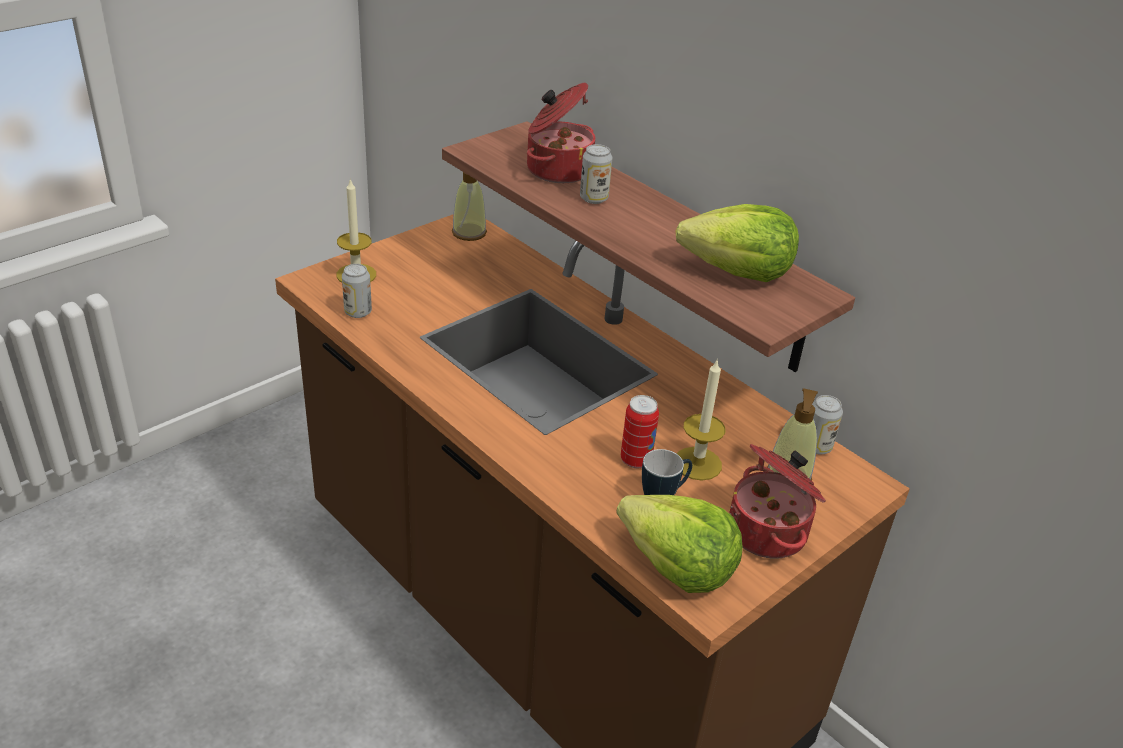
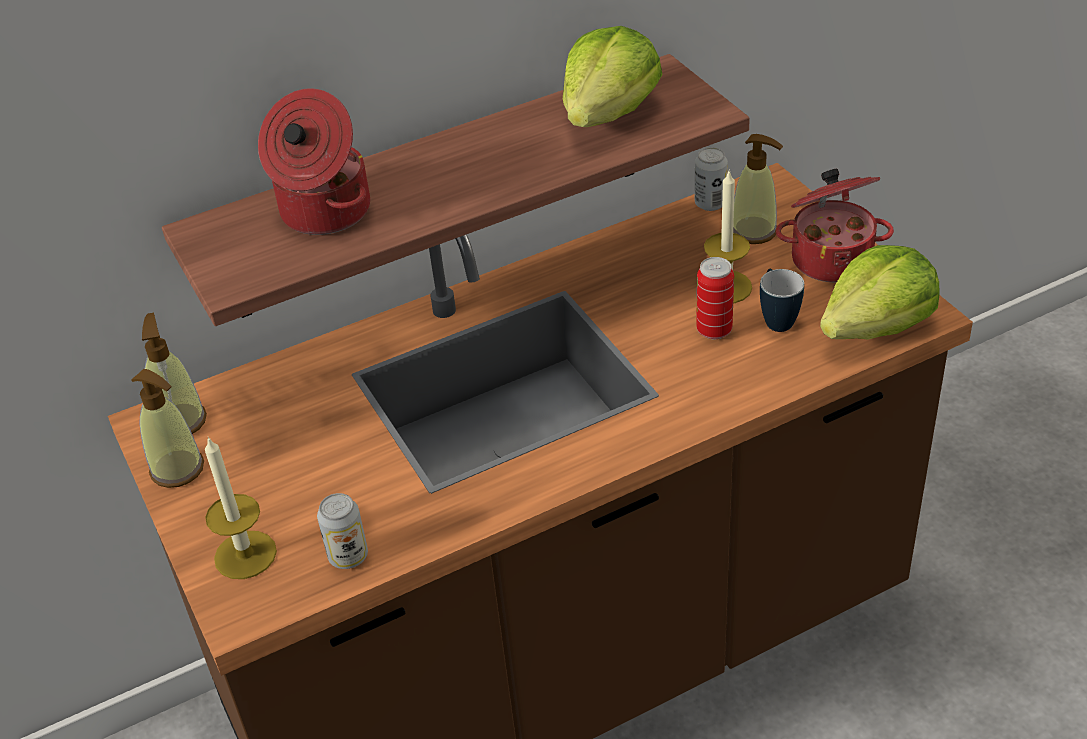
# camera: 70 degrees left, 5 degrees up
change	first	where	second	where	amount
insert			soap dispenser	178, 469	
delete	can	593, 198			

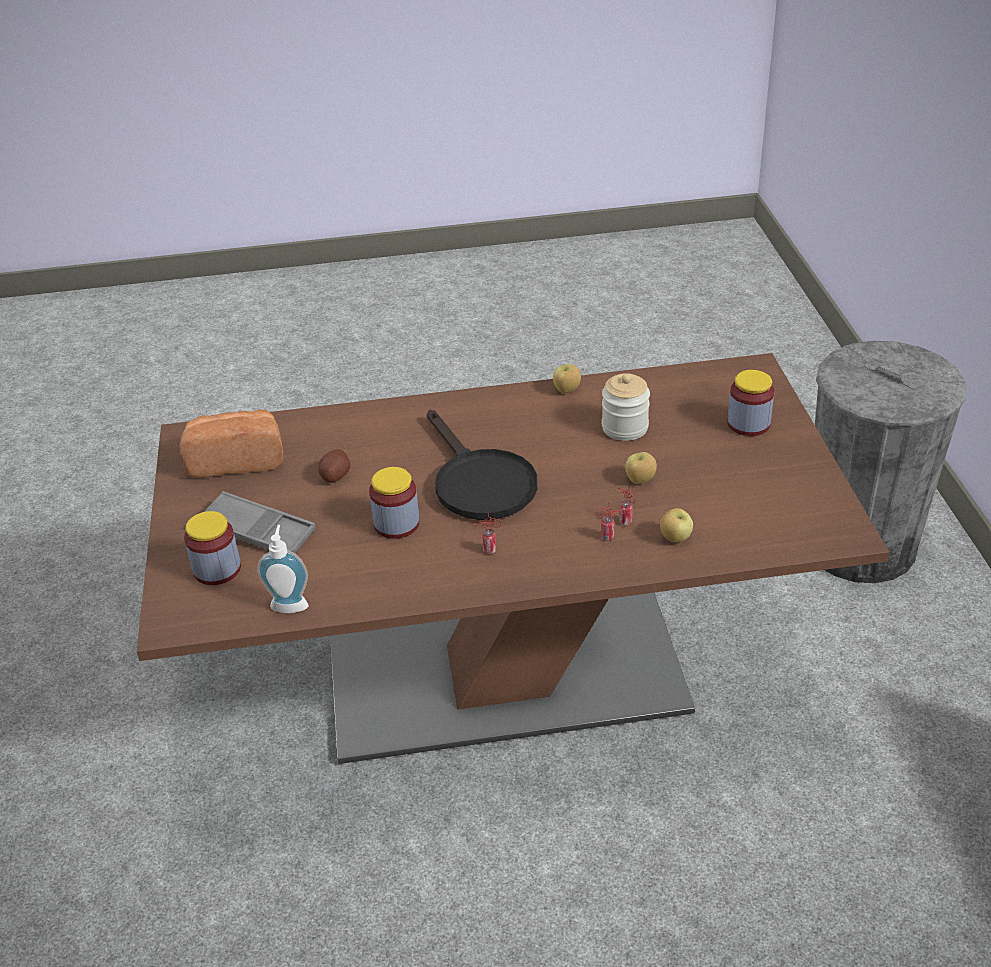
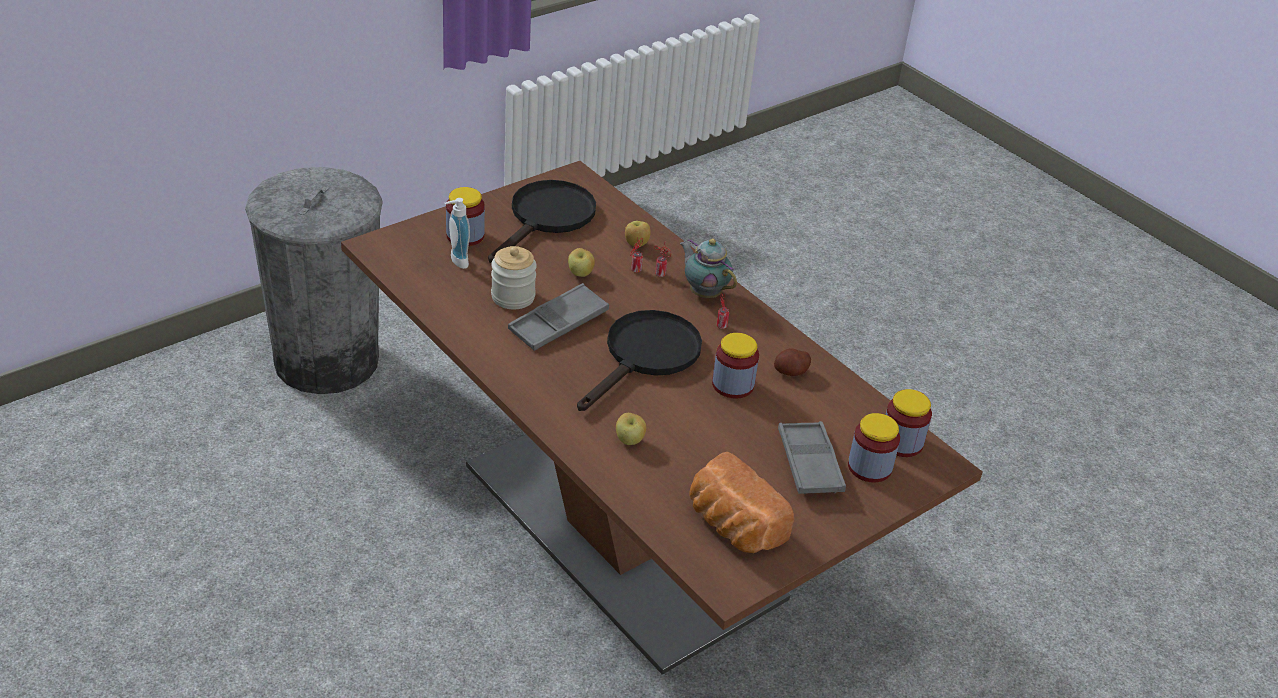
# camera: 125 degrees left, 0 degrees up
change	first	where	second	where	amount
move	soap dispenser	290, 603		456, 261	
insert			frying pan in black	547, 219	
insert			tray in grey	558, 323	
move	apple	566, 390		629, 441	
insert			teapot	704, 293	
move	potato	335, 476		791, 372	
insert			jar	901, 442	

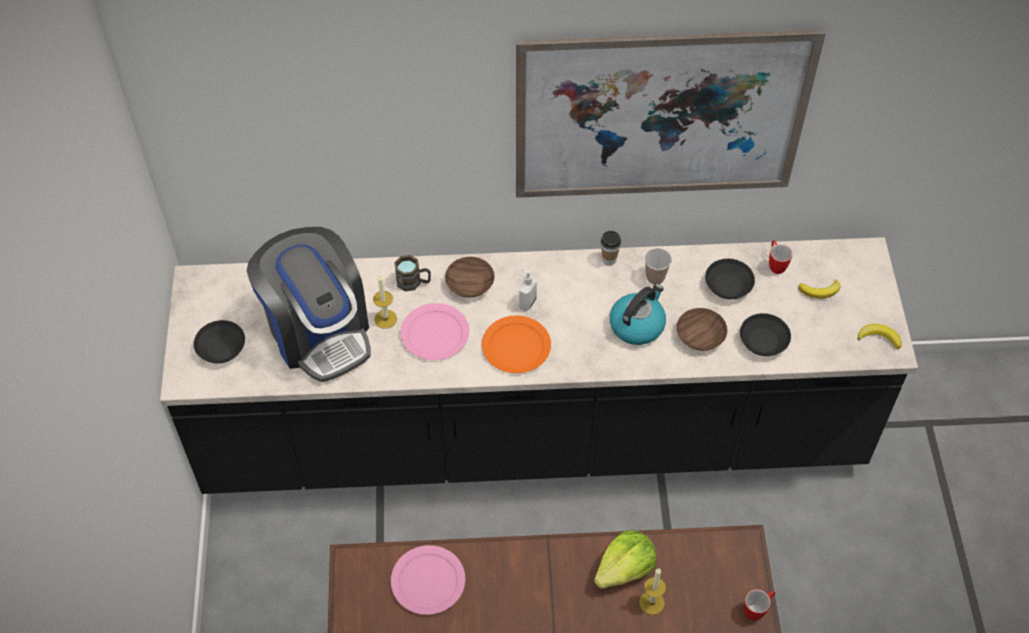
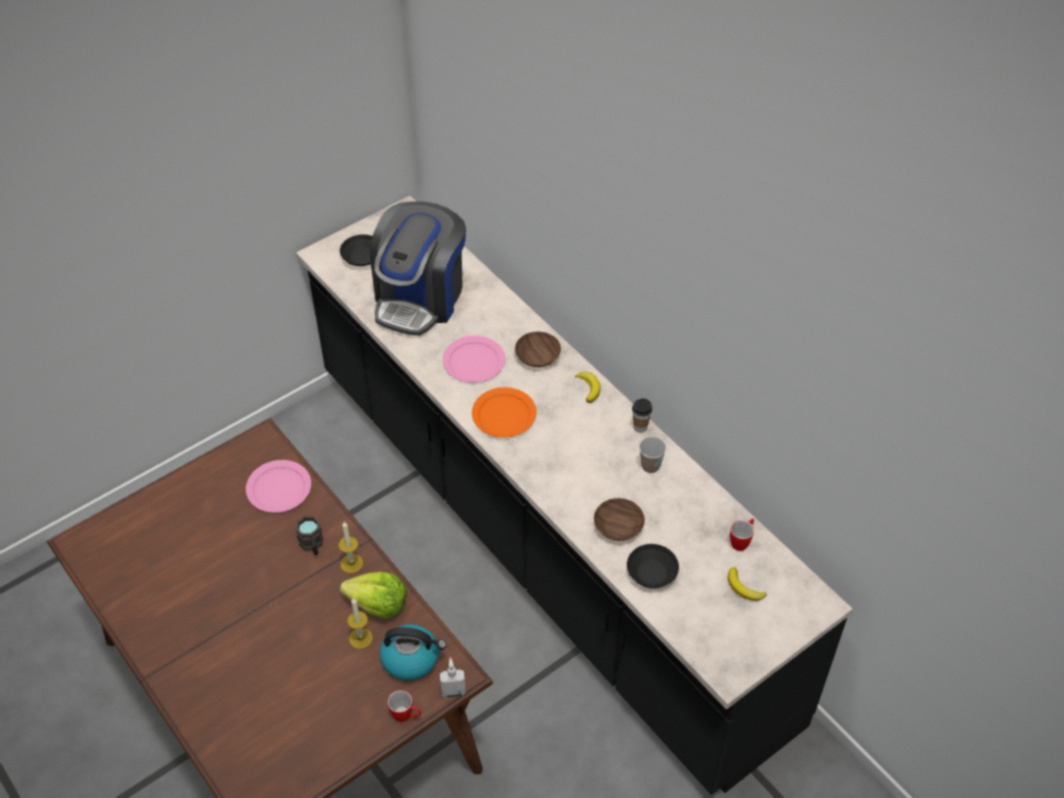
# camera: 55 degrees right, 5 degrees down
change	first	where	second	where	amount
move	mug in brown	413, 282		312, 545	
move	candle	385, 319		351, 563	
move	kettle	637, 325		411, 658	
move	soap dispenser	527, 302		453, 691	
move	banana	879, 337		589, 388	
delete	picture	660, 116			
delete	bowl in black	729, 286			

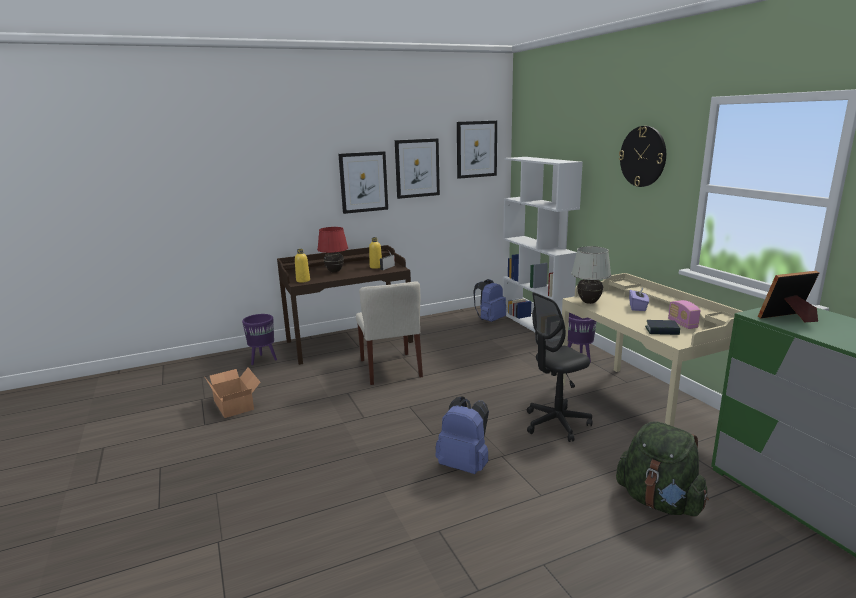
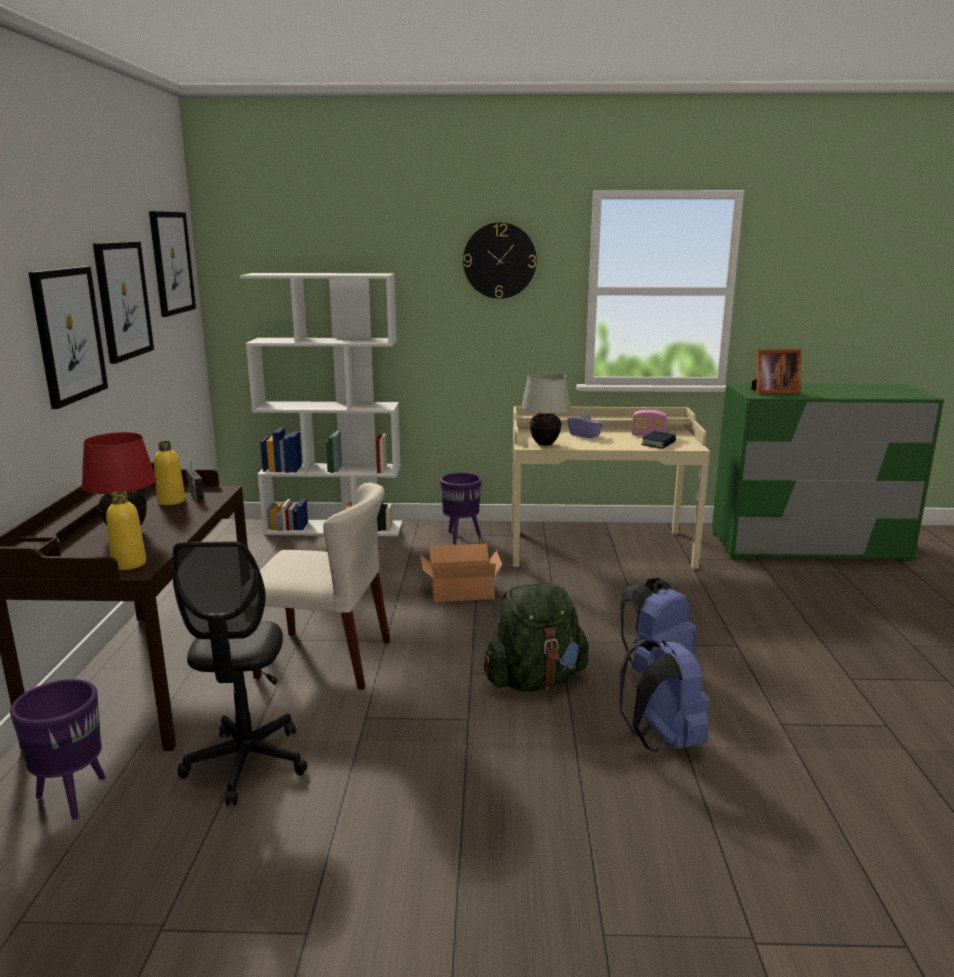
# camera: 65 degrees left, 0 degrees up
change	first	where	second	where	amount
move	office chair in black	556, 424		247, 763	
move	cardboard box	235, 404		460, 591	
move	backpack in green	659, 501		535, 681	
move	backpack in blue	490, 320		662, 740	
rotate	picture frame	789, 318		772, 392	105 degrees counterclockwise

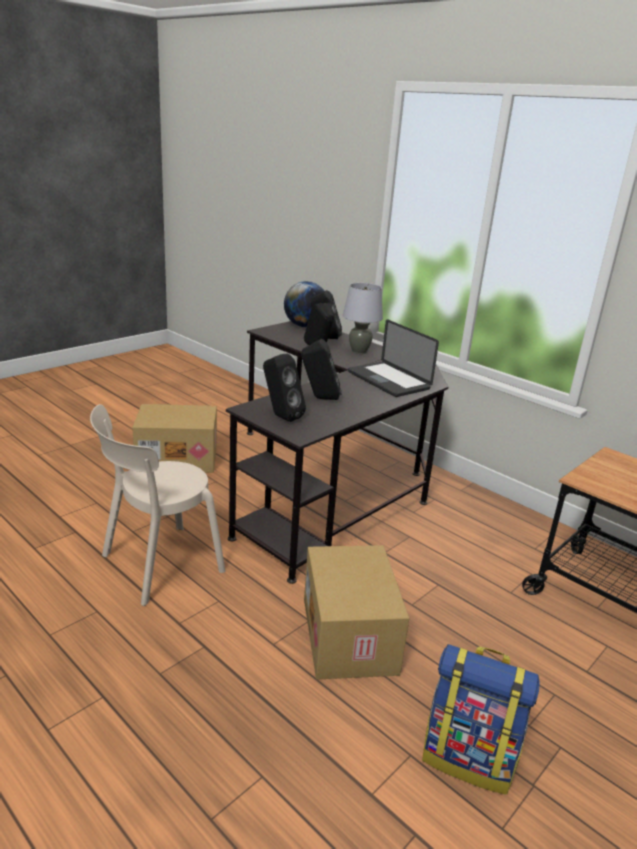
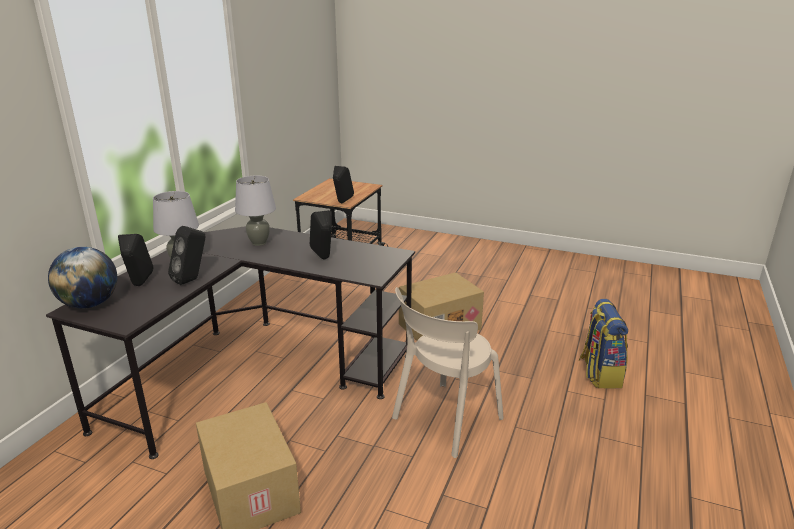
# camera: 110 degrees left, 0 degrees up
change	first	where	second	where	amount
replace	laptop	388, 380	table lamp in grey	259, 243	
move	speaker in black	280, 417		342, 203	
rotate	chair in beige	157, 565		444, 420	105 degrees clockwise
move	backpack	469, 757		599, 373	

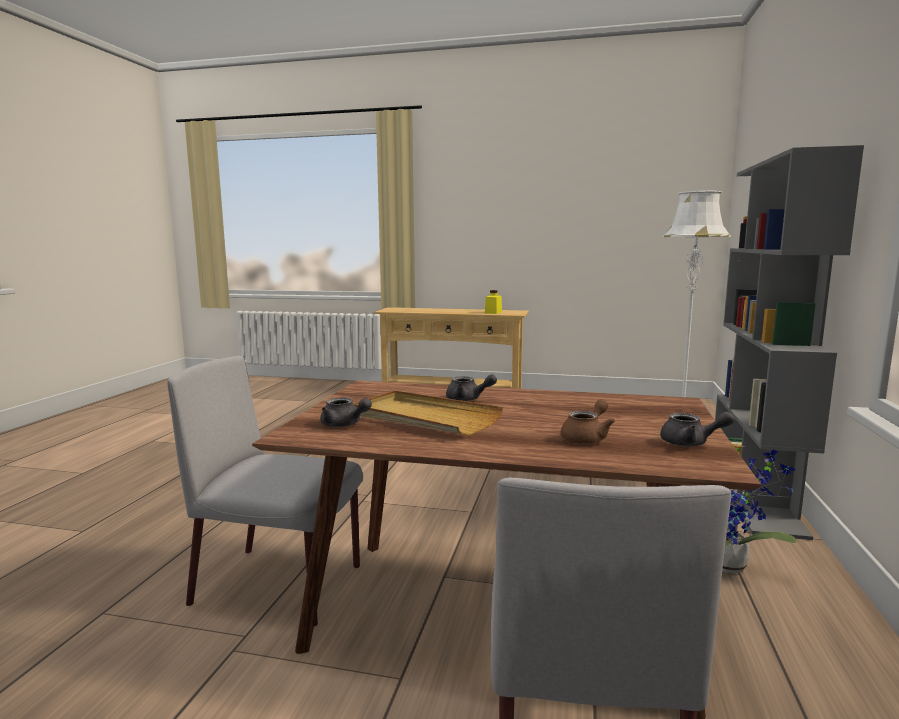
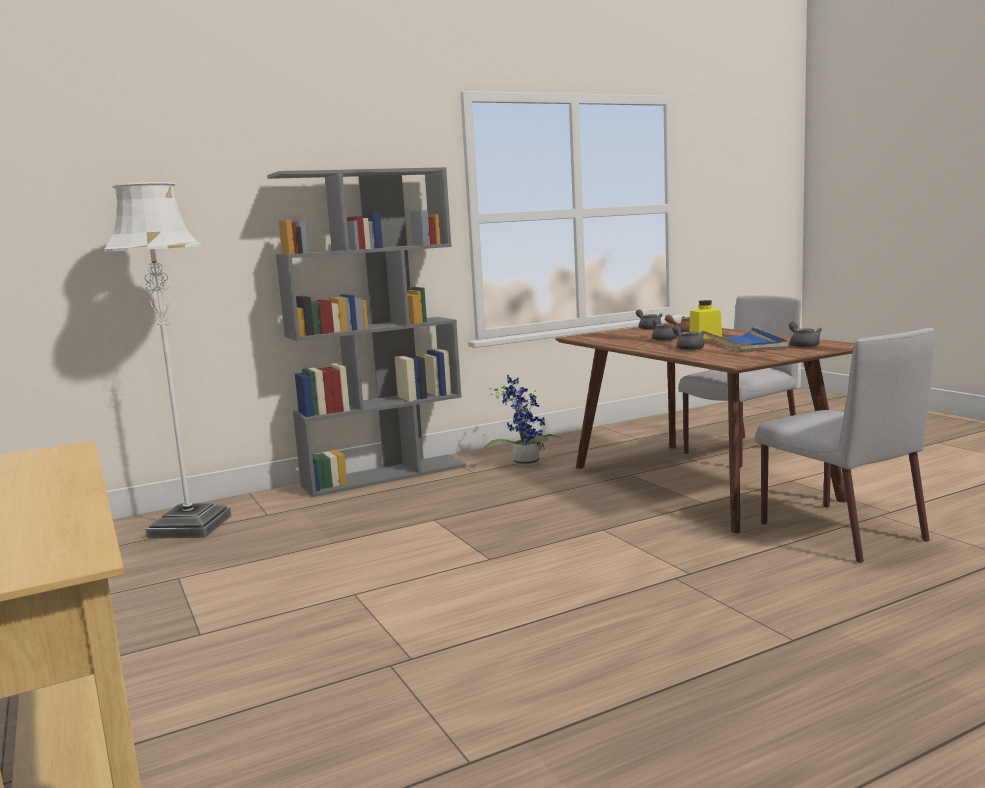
# camera: 130 degrees left, 0 degrees up
change	first	where	second	where	amount
insert			teapot in grey	663, 339	
move	jar in yellow	493, 312		705, 336	
recolor	tray in beige	424, 418	tray in blue	745, 344	

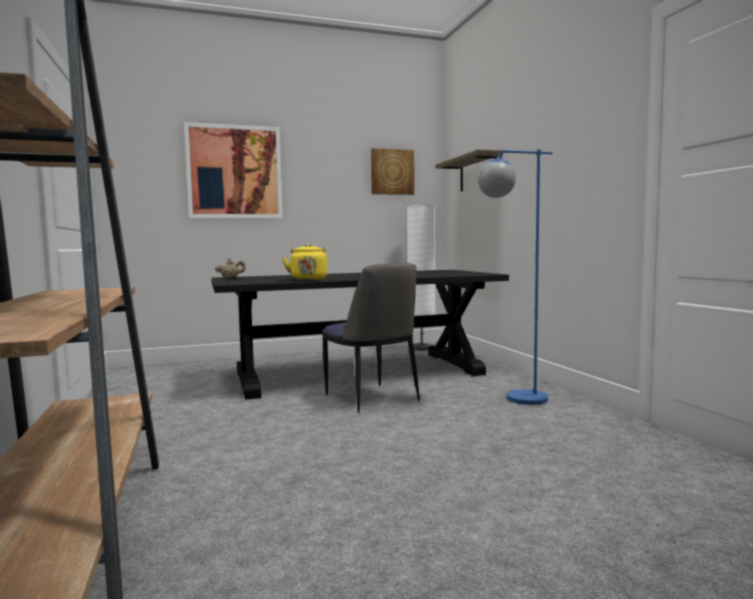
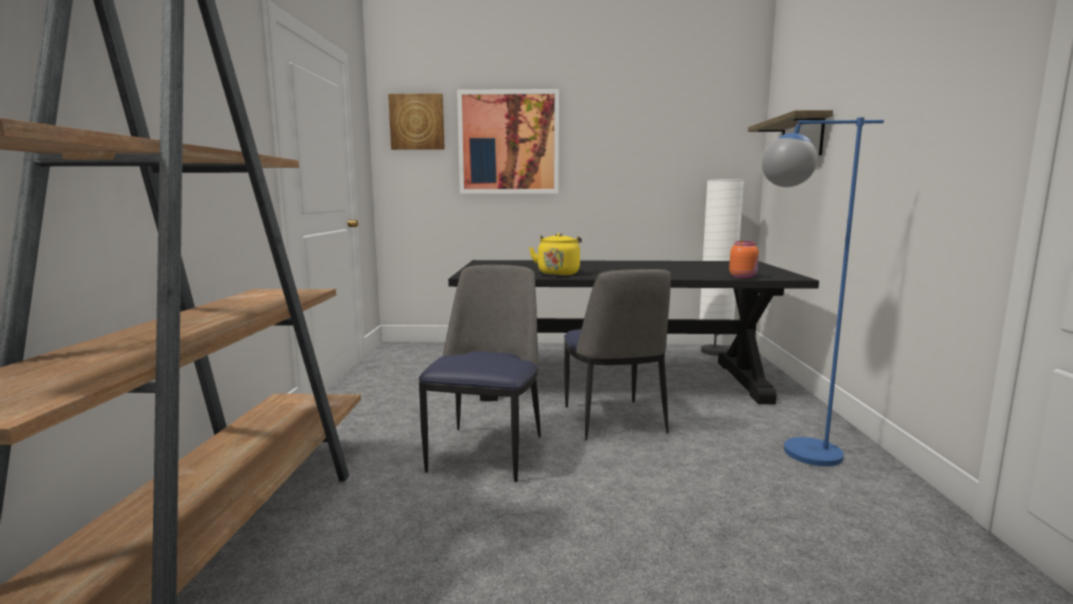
# camera: 20 degrees right, 5 degrees up
change	first	where	second	where	amount
move	picture	392, 172		417, 122	
insert			chair	487, 451	
insert			jar in orange	743, 277	
delete	teapot in beige	230, 278			

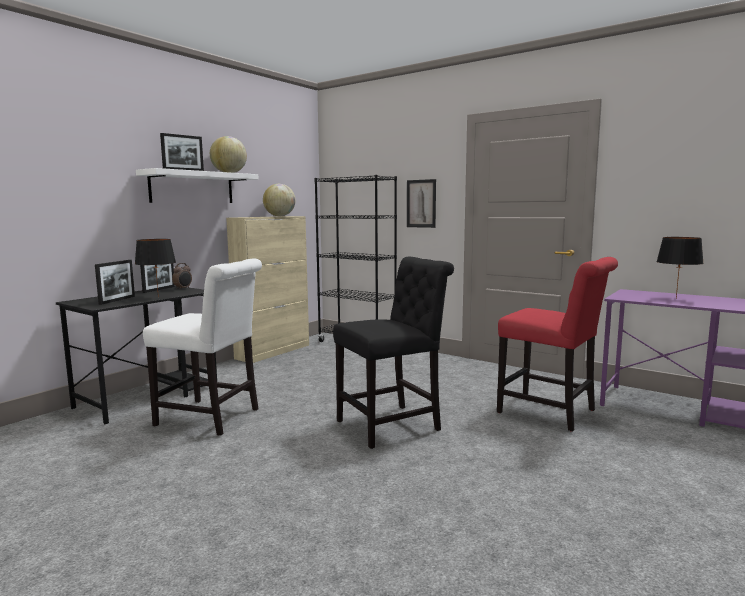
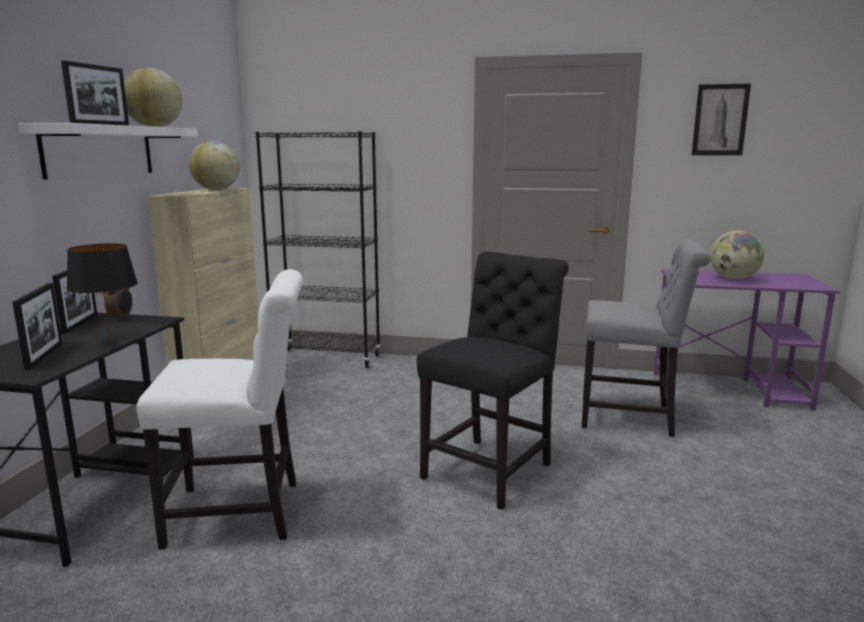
# camera: 25 degrees left, 5 degrees up
change	first	where	second	where	amount
recolor	chair in red	551, 413	chair in grey	632, 417	
move	picture	421, 203		720, 120	
replace	table lamp in black	676, 299	globe	733, 278	

